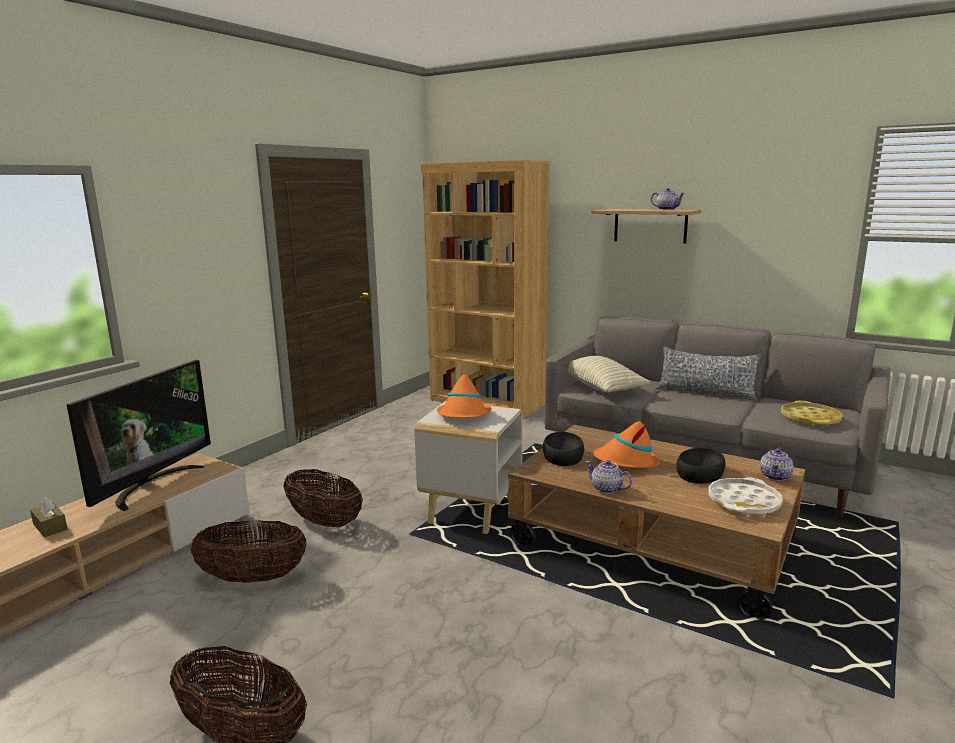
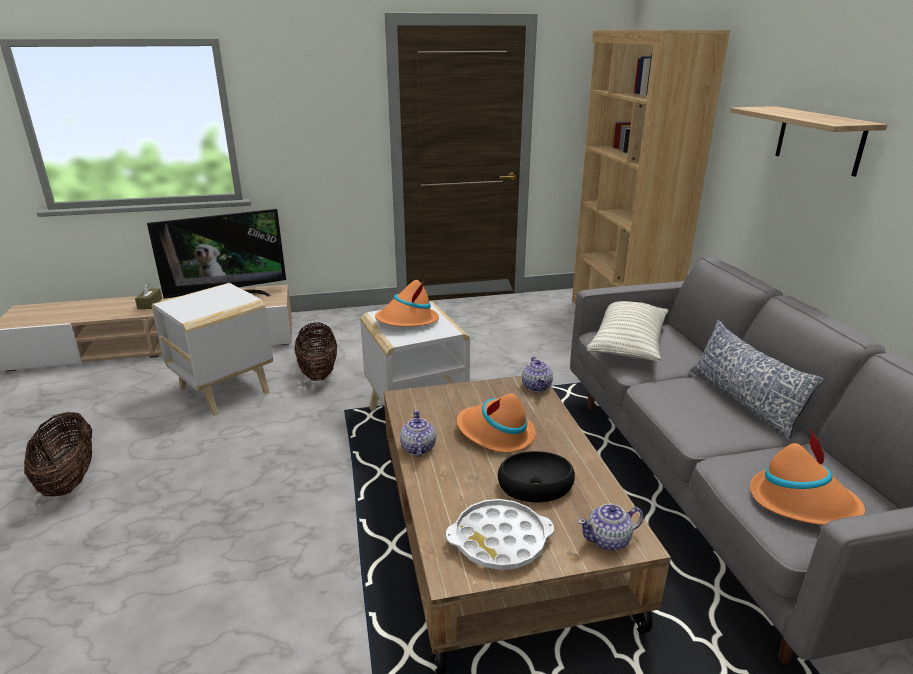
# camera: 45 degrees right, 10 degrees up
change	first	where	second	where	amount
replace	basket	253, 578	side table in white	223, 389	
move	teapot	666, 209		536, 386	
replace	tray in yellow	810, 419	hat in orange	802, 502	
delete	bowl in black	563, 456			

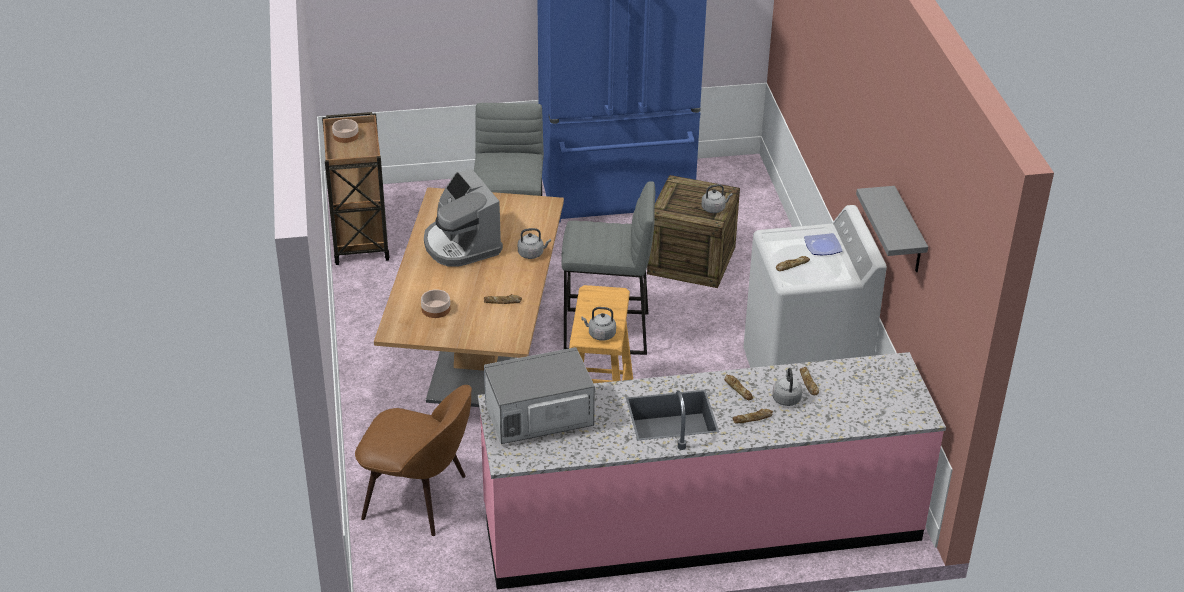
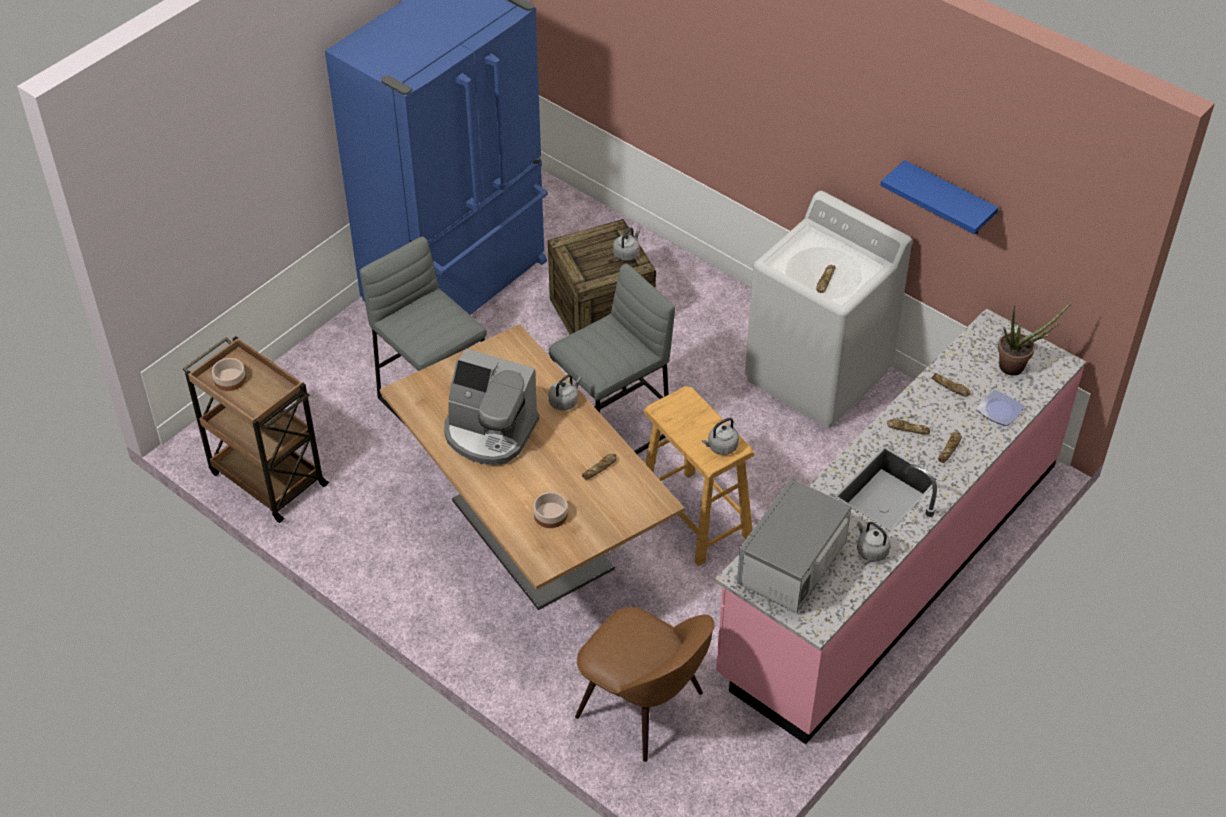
# camera: 40 degrees left, 10 degrees up
change	first	where	second	where	amount
rotate	chair in brown	419, 498		644, 708	60 degrees clockwise
move	kettle in grey	786, 398		871, 550	
recolor	shelf in grey	908, 232	shelf in blue	947, 199	
move	plate	822, 247		1000, 411	
insert			potted plant	1017, 366	

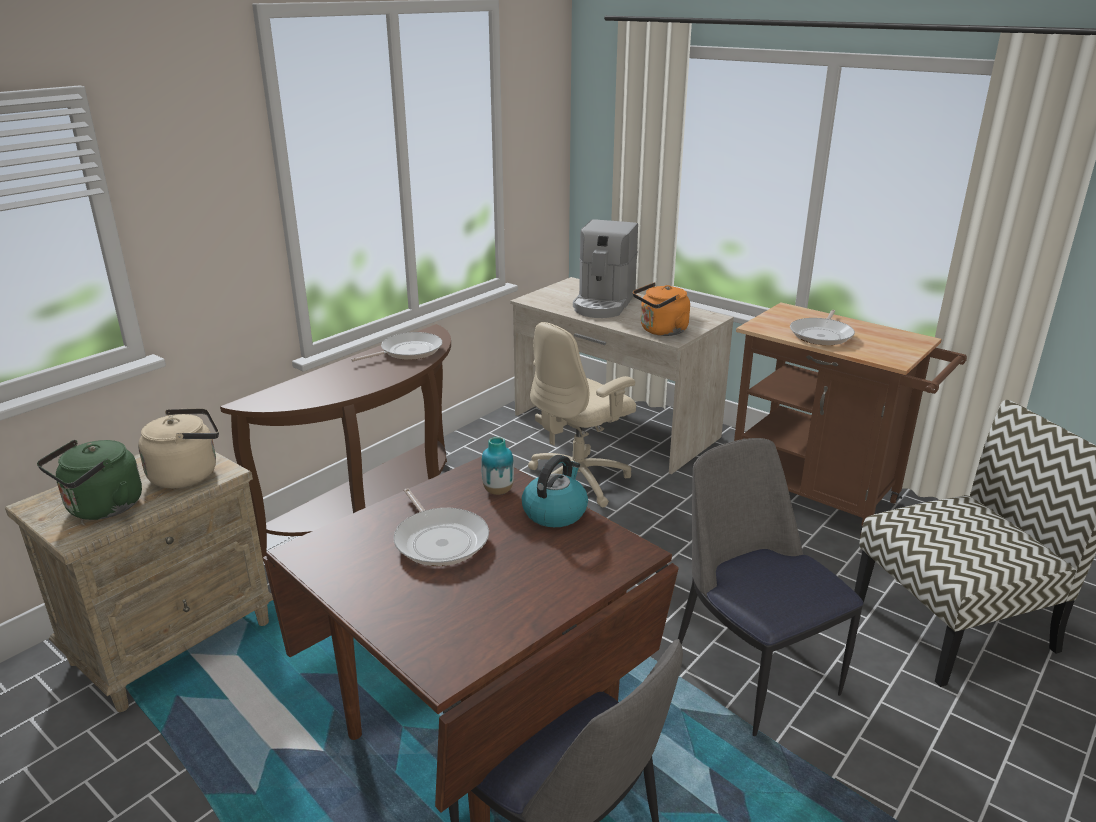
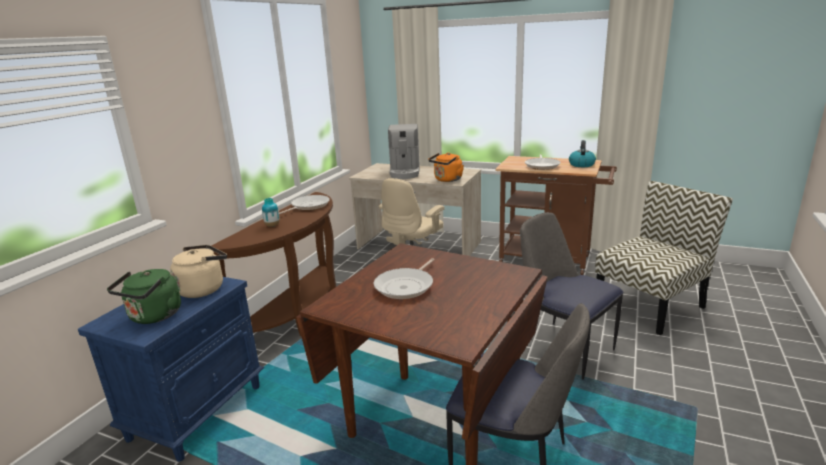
# camera: 15 degrees left, 5 degrees down
change	first	where	second	where	amount
recolor	nightstand in beige	173, 640	nightstand in blue	197, 411	
move	vase	498, 491		272, 225	
rotate	frying pan	440, 540		406, 286	75 degrees clockwise
move	kettle	555, 512		581, 164	

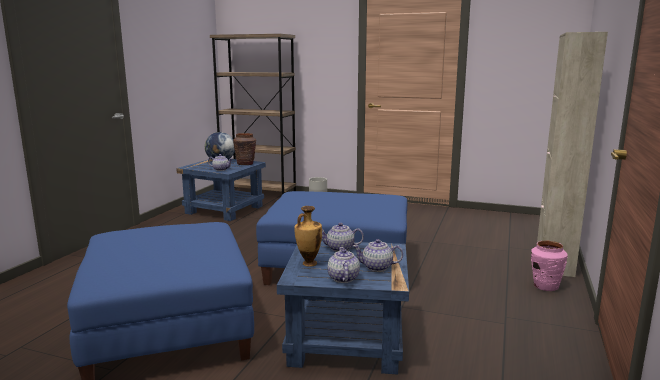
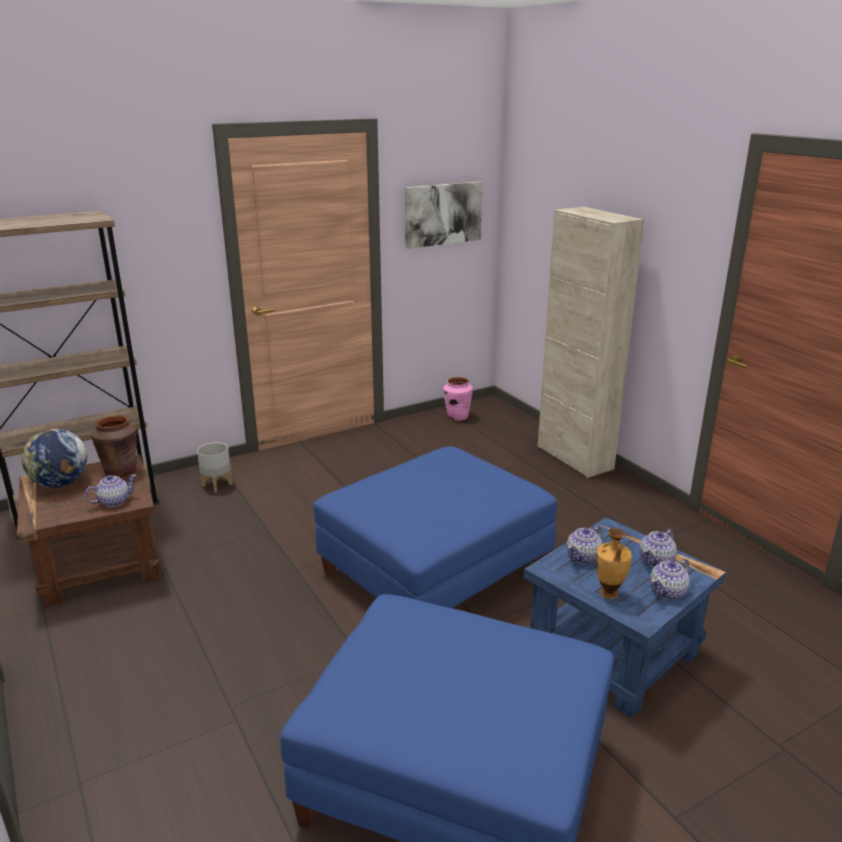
# camera: 50 degrees left, 10 degrees up
change	first	where	second	where	amount
recolor	side table in blue	224, 209	side table in brown	99, 564	
insert			picture	443, 214	
move	vase in pink	545, 286		457, 417	
rotate	teapot	343, 278		668, 592	75 degrees counterclockwise

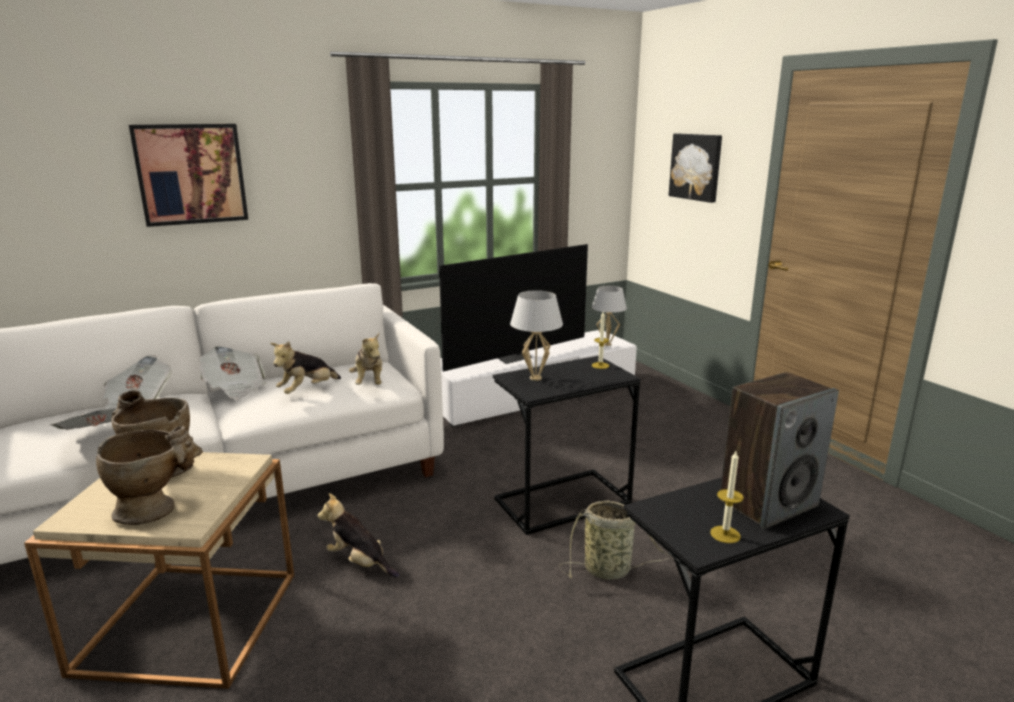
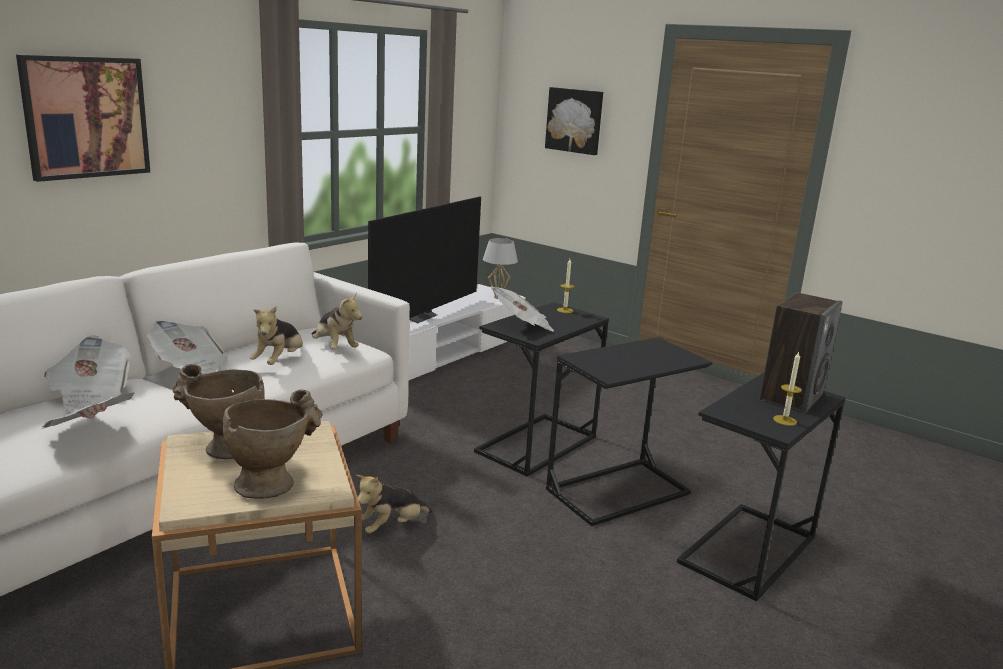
# camera: 25 degrees left, 0 degrees up
change	first	where	second	where	amount
rotate	plush toy	359, 562		392, 526	45 degrees counterclockwise
replace	table lamp in white	535, 378	newspaper	522, 325	
replace	basket	610, 570	side table in black	618, 491	

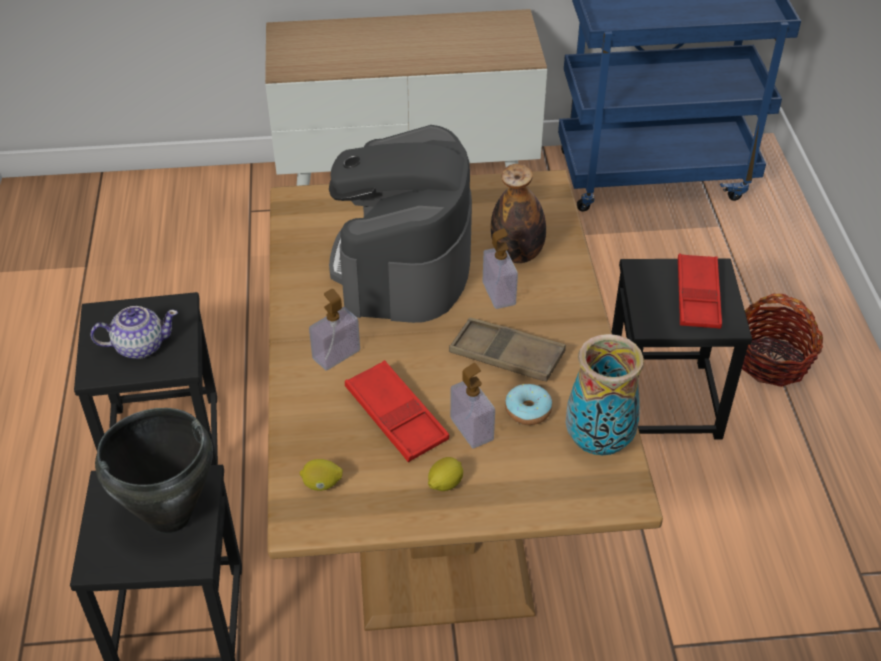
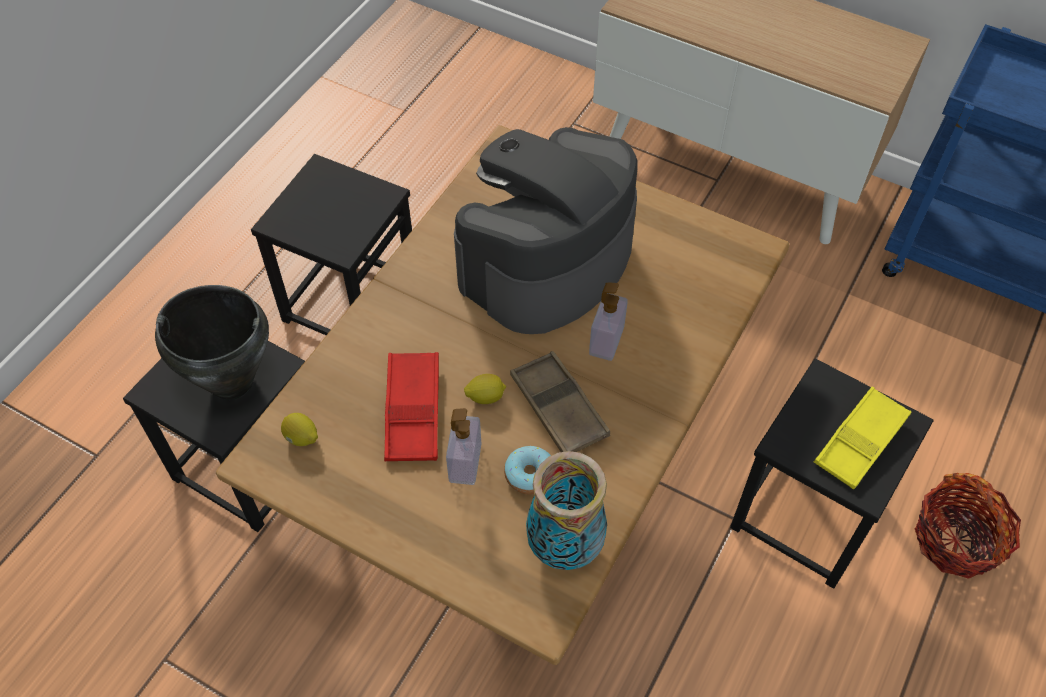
# camera: 35 degrees right, 10 degrees up
change	first	where	second	where	amount
move	lemon	444, 484		485, 397	
recolor	tray in red	697, 296	tray in yellow	860, 441	
delete	teapot	139, 346			
delete	soap dispenser	336, 354			
delete	bottle	517, 254			

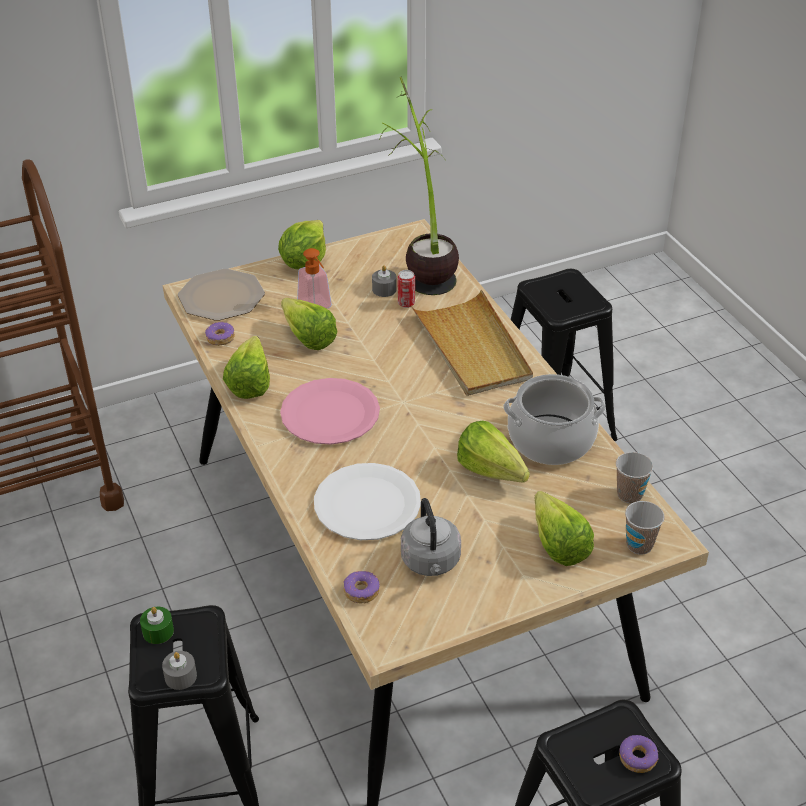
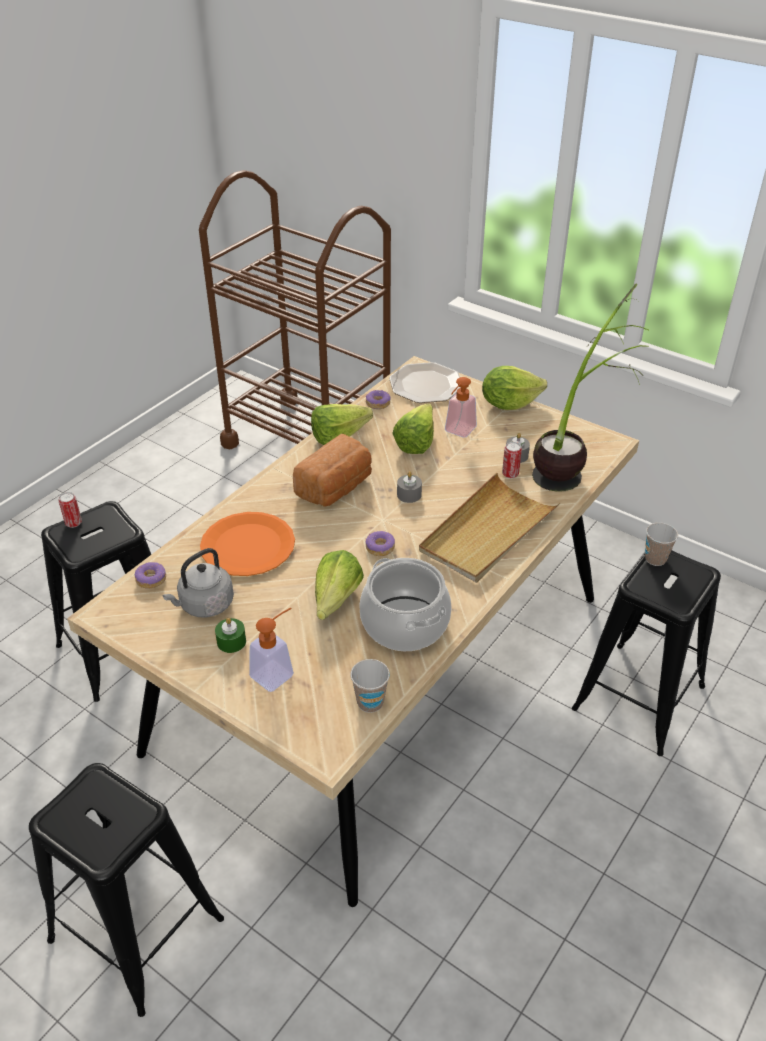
# camera: 60 degrees right, 0 degrees up
change	first	where	second	where	amount
insert			can	73, 523	
recolor	plate in white	367, 504	plate in orange	247, 546	
move	candle in green	158, 631		231, 642	
replace	lettuce	556, 540	soap dispenser	277, 672	
replace	plate in pink	330, 414	bread	336, 488	
move	donut	638, 758		380, 548	
move	candle in grey	180, 676		409, 495	
move	cup	639, 545		655, 559	

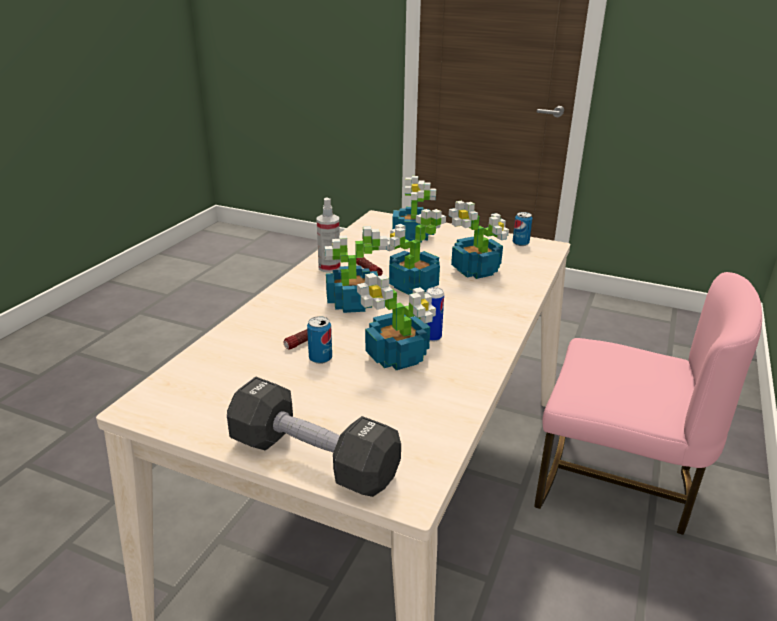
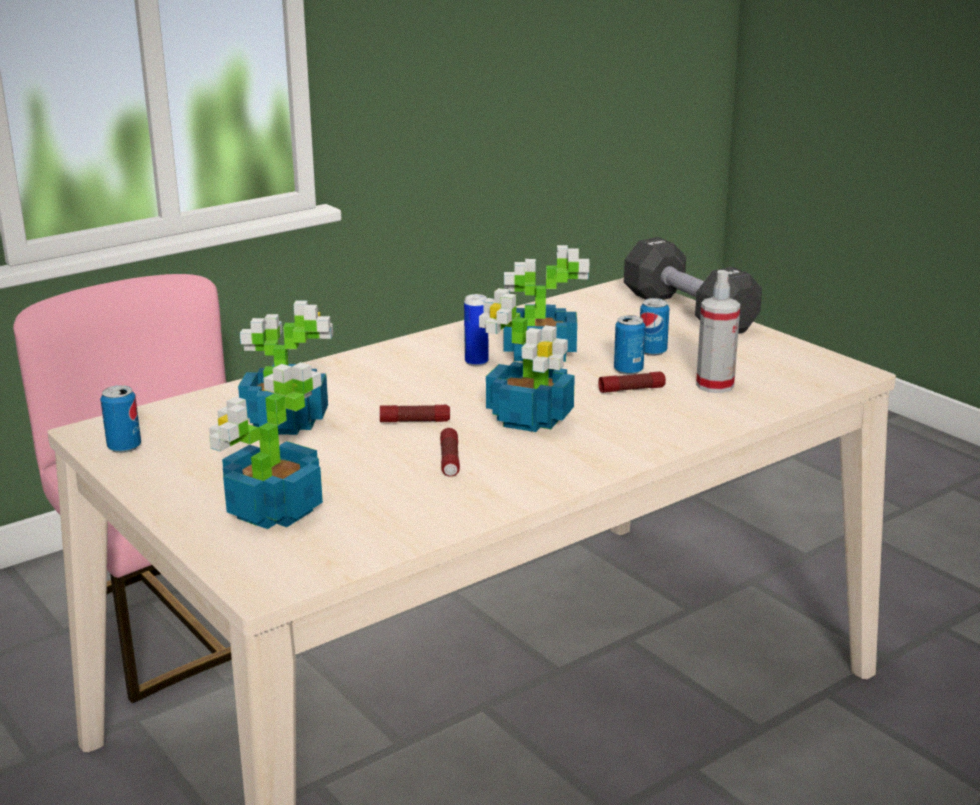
# camera: 150 degrees left, 5 degrees down
change	first	where	second	where	amount
replace	potted plant	412, 286	flashlight	414, 421	
insert			can	652, 352	
move	spray bottle	329, 267		715, 385	

